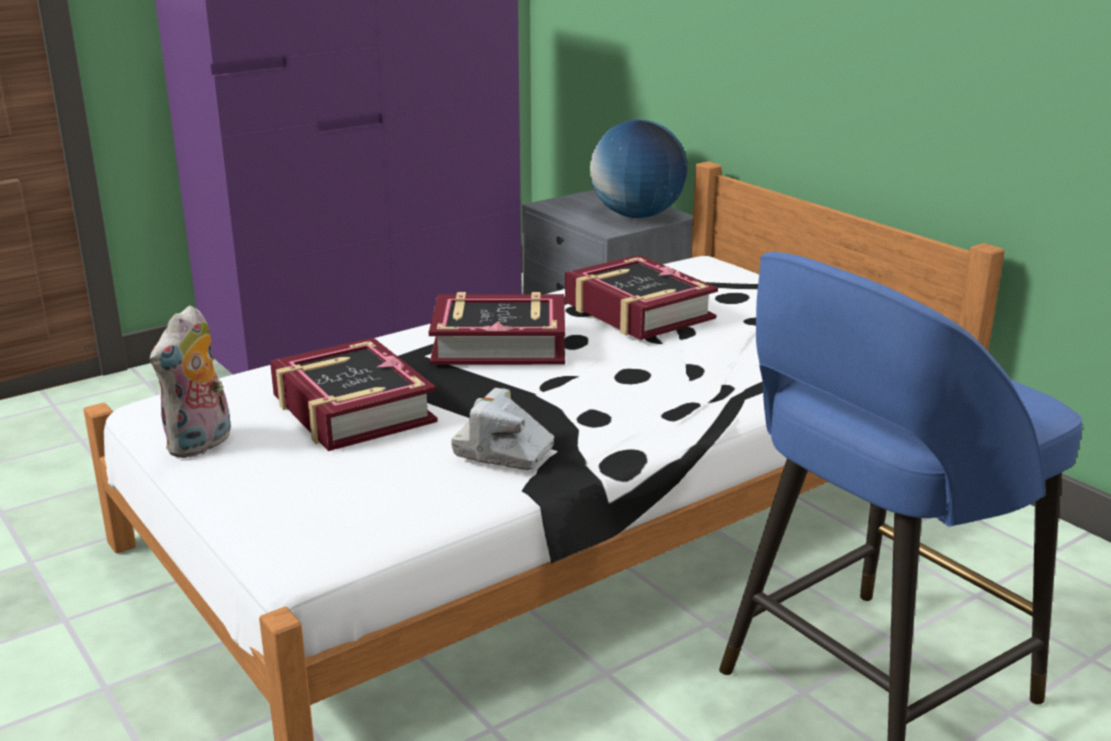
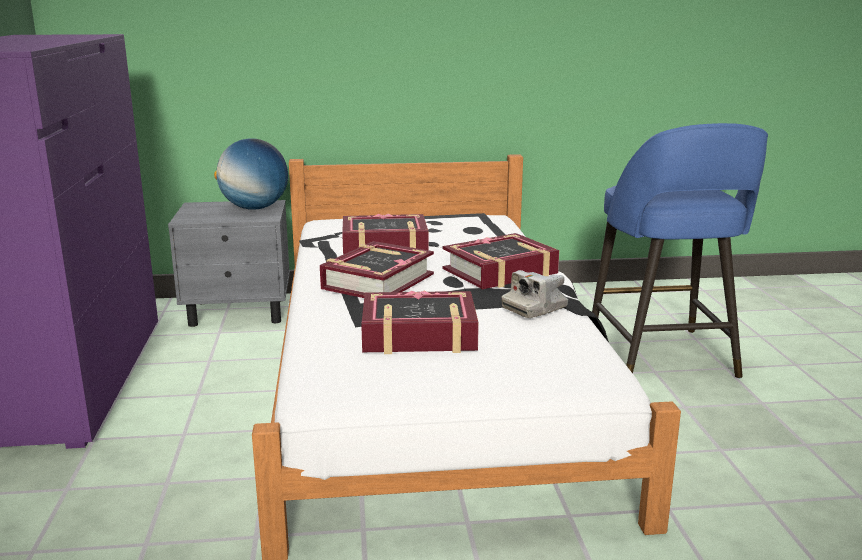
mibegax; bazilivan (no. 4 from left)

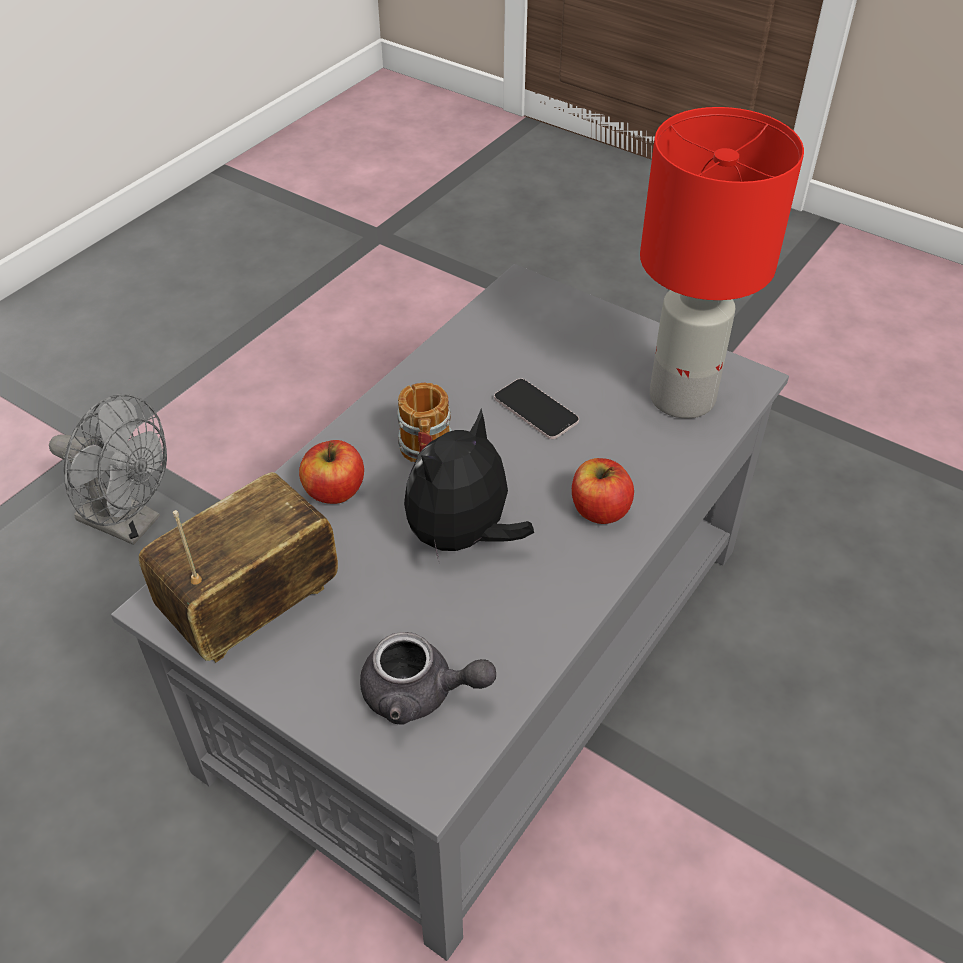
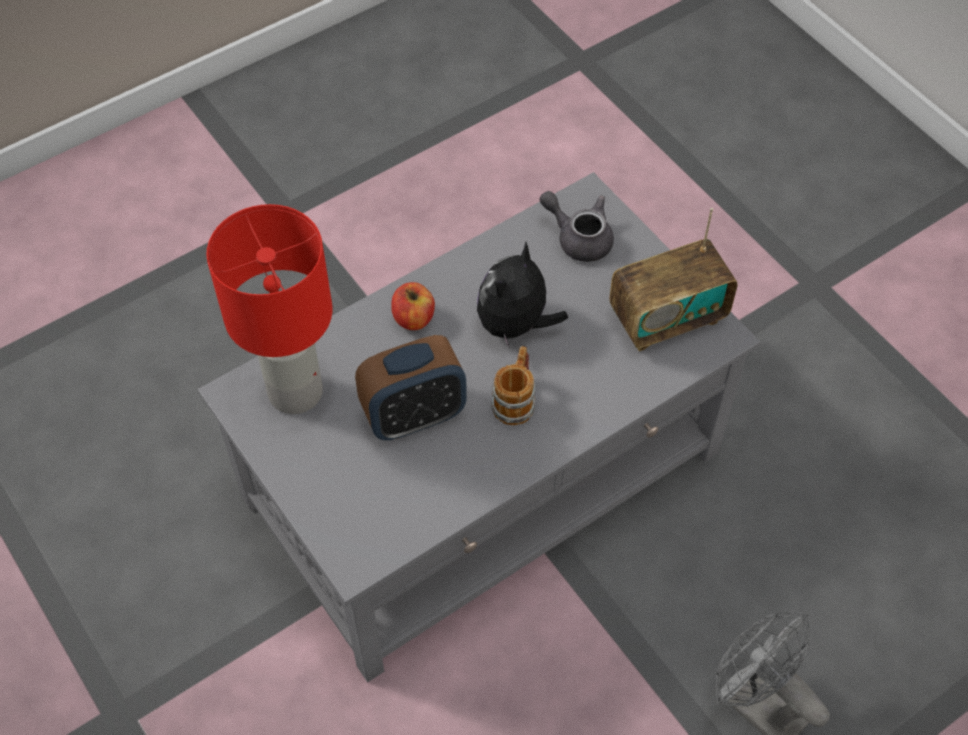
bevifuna (no. 1 from left in the first image); mibegax; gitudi

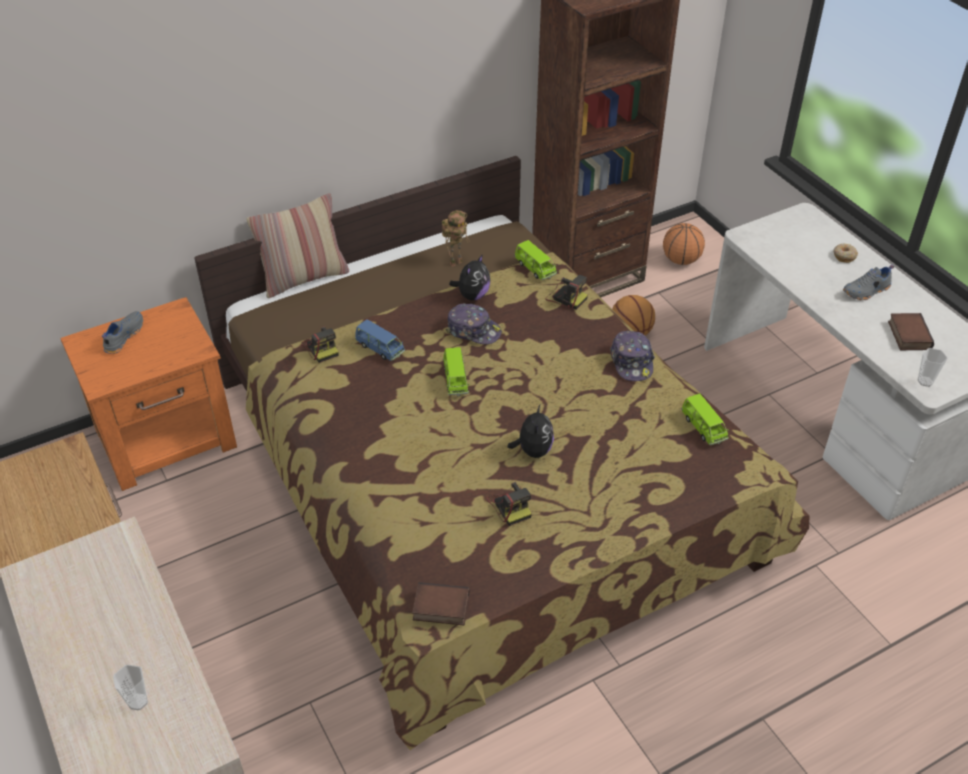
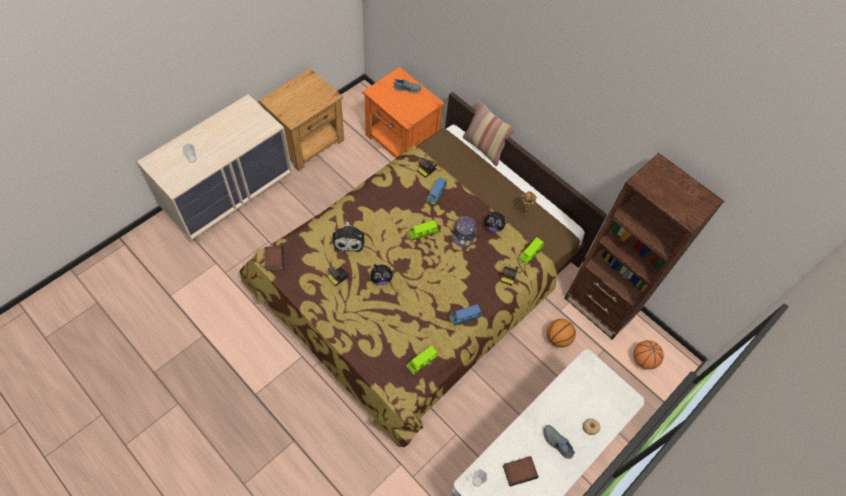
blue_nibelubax (no. 2 from left); mibegax (no. 1 from left)

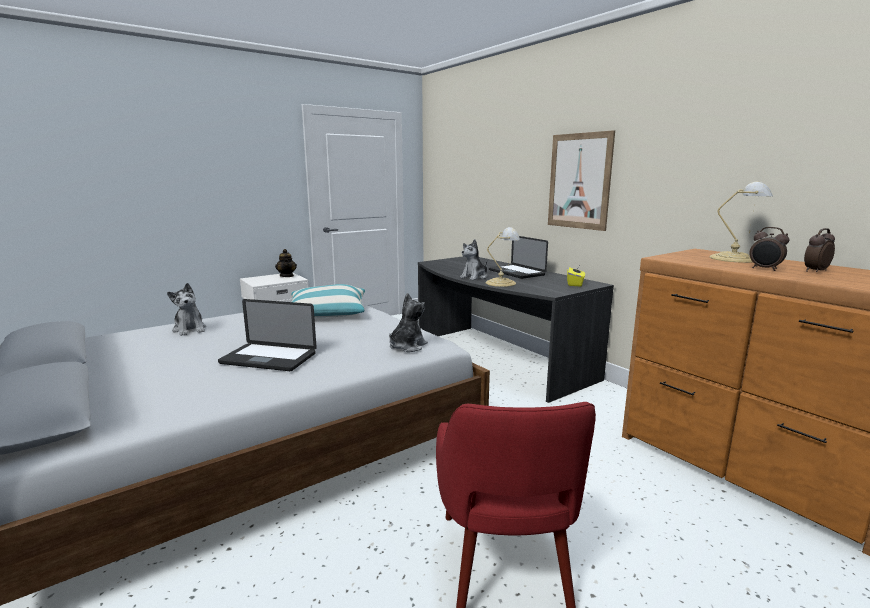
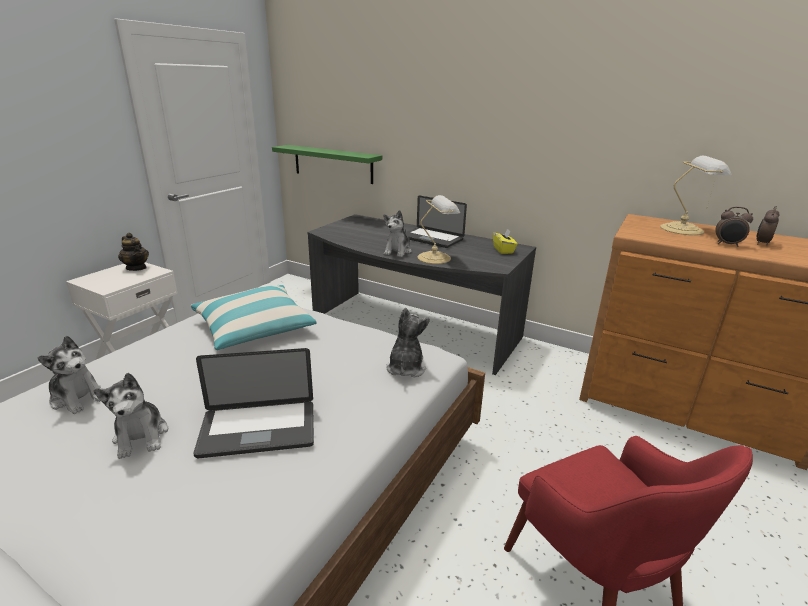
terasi; mibegax (no. 2 from left); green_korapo

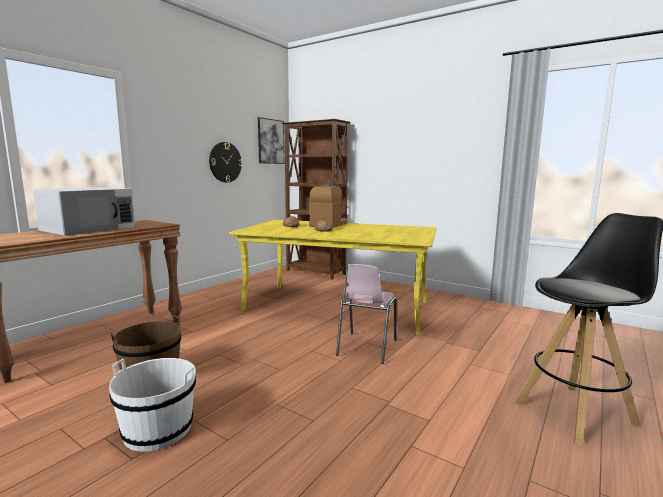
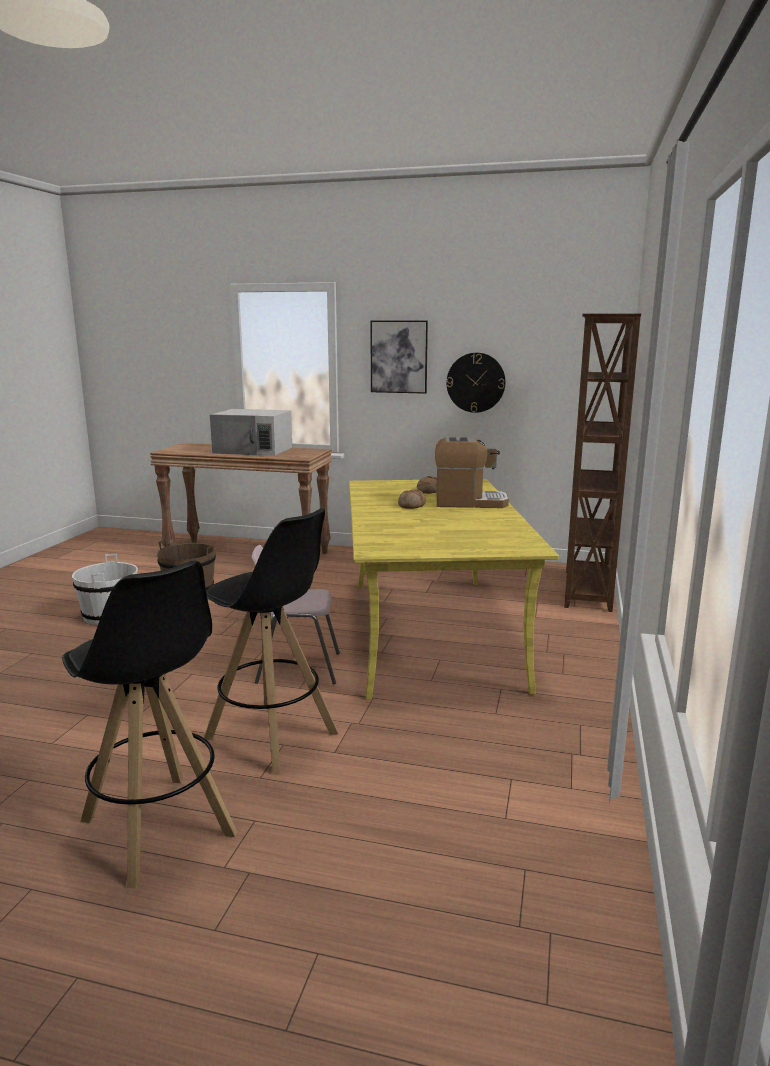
terasi; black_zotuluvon (no. 2 from left)

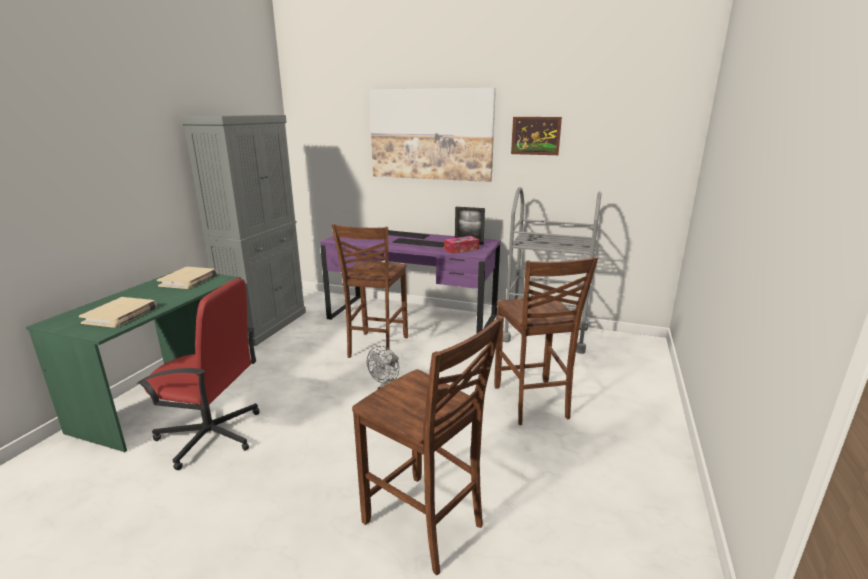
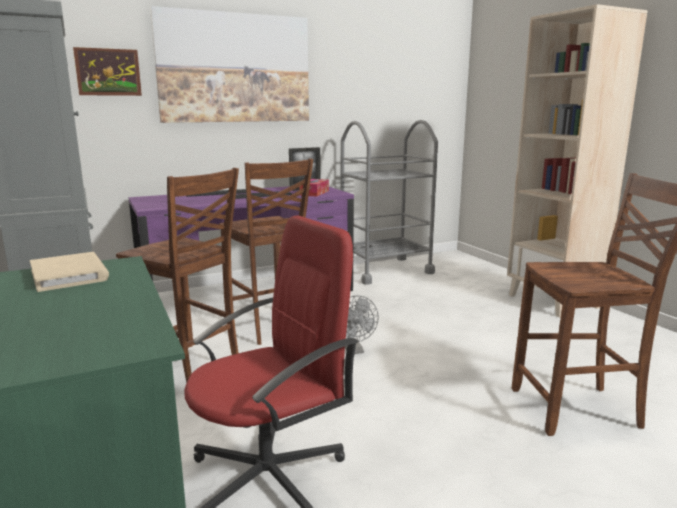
beige_bazilivan (no. 1 from left in the first image); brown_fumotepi (no. 1 from left); terasi (no. 1 from left); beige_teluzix

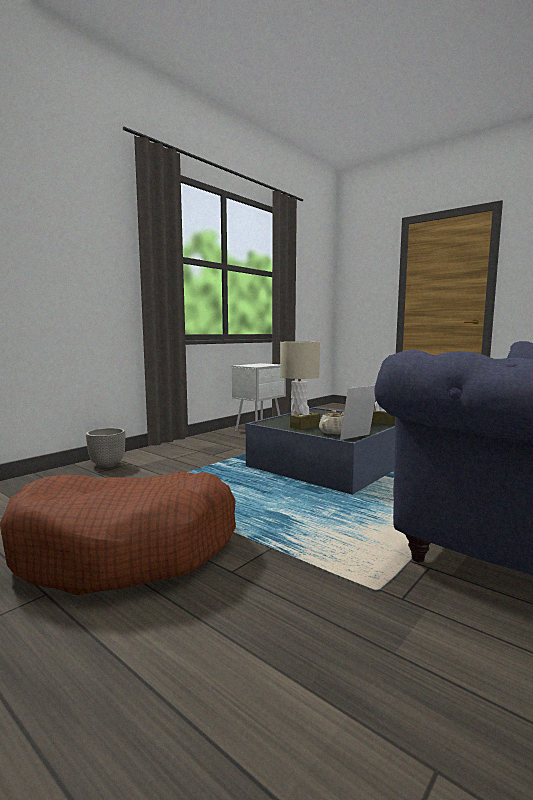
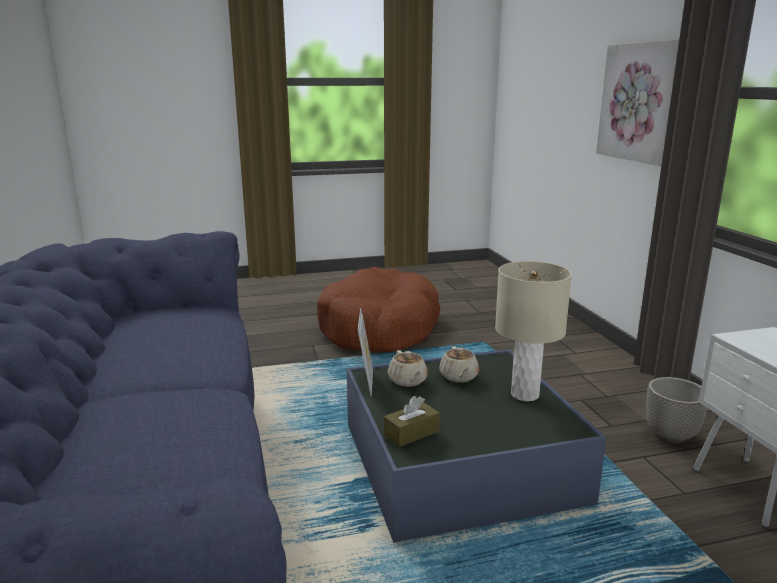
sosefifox; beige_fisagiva (no. 2 from left); terasi

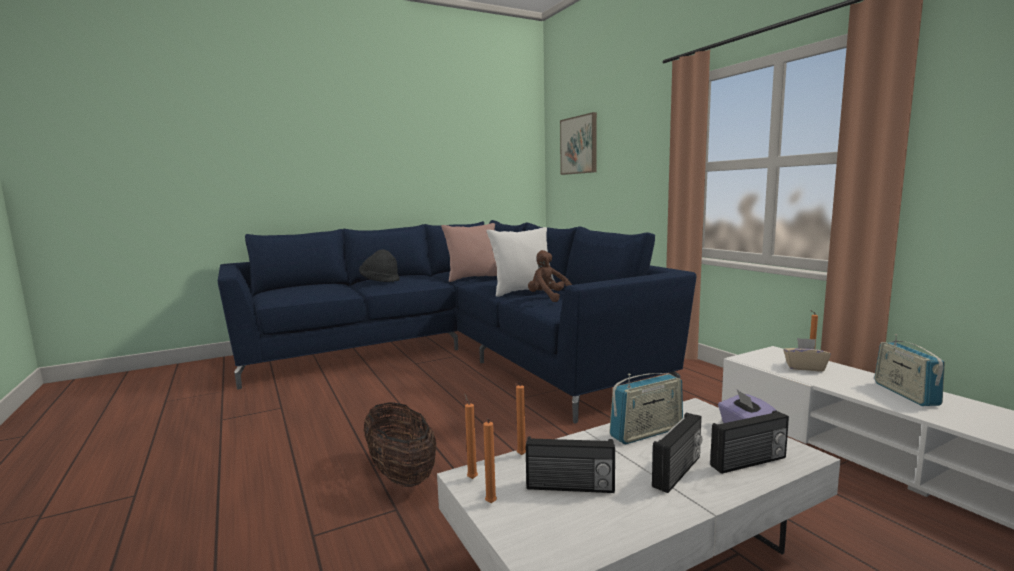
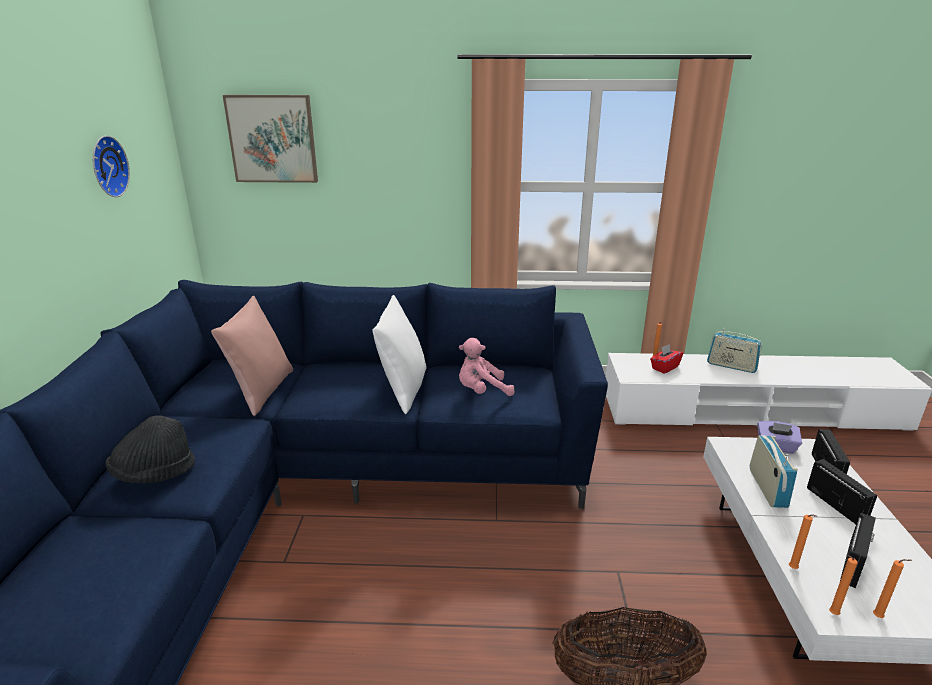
pink_mibegax; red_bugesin; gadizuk

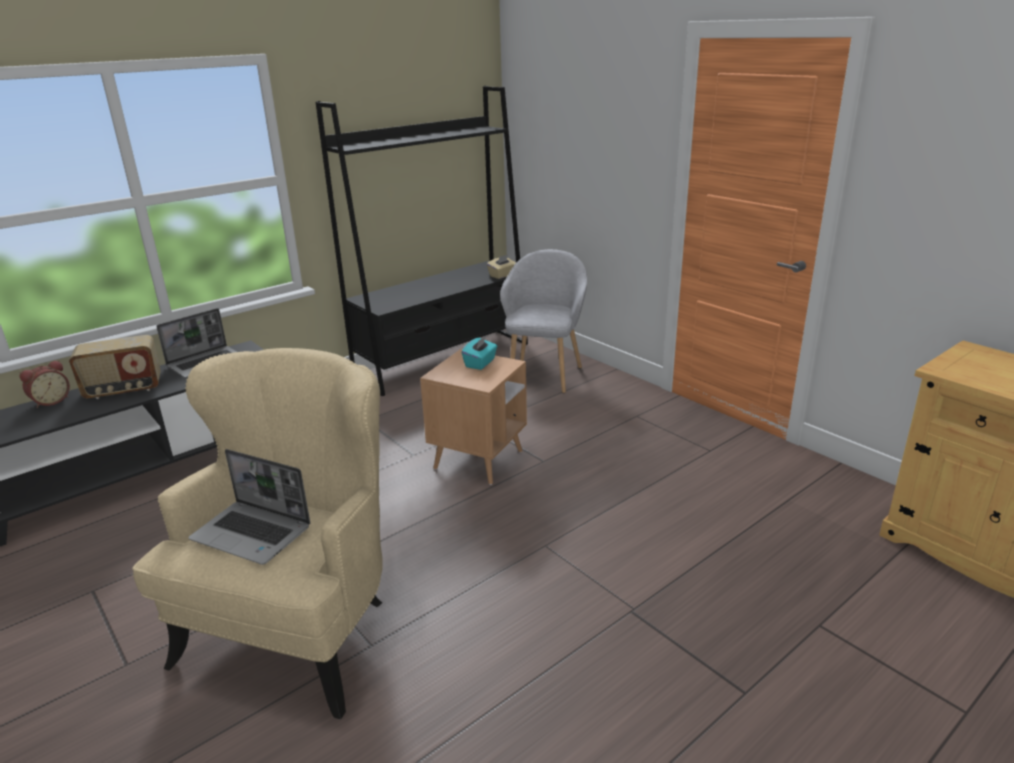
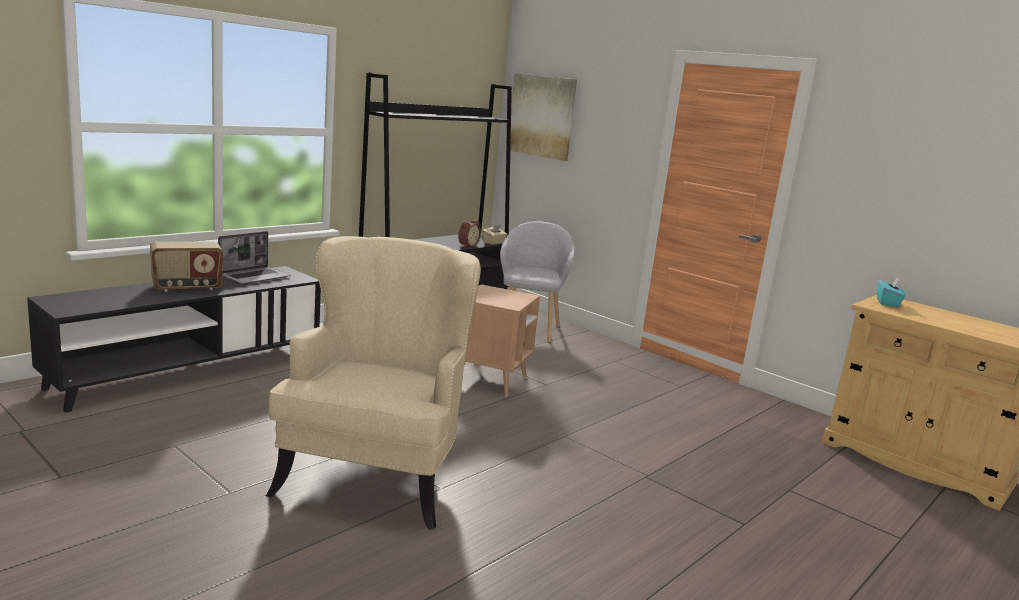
gitudi; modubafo (no. 2 from left in the first image); turquoise_bugesin; terasi

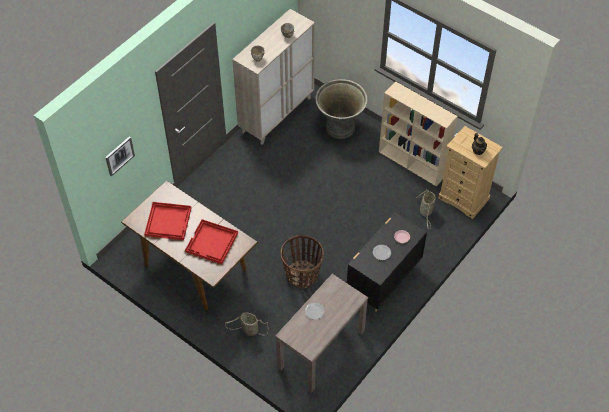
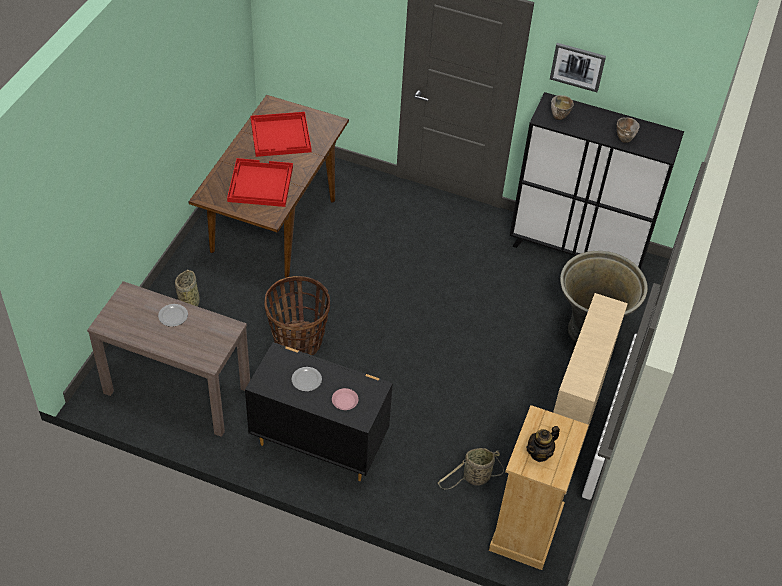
terasi; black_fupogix

